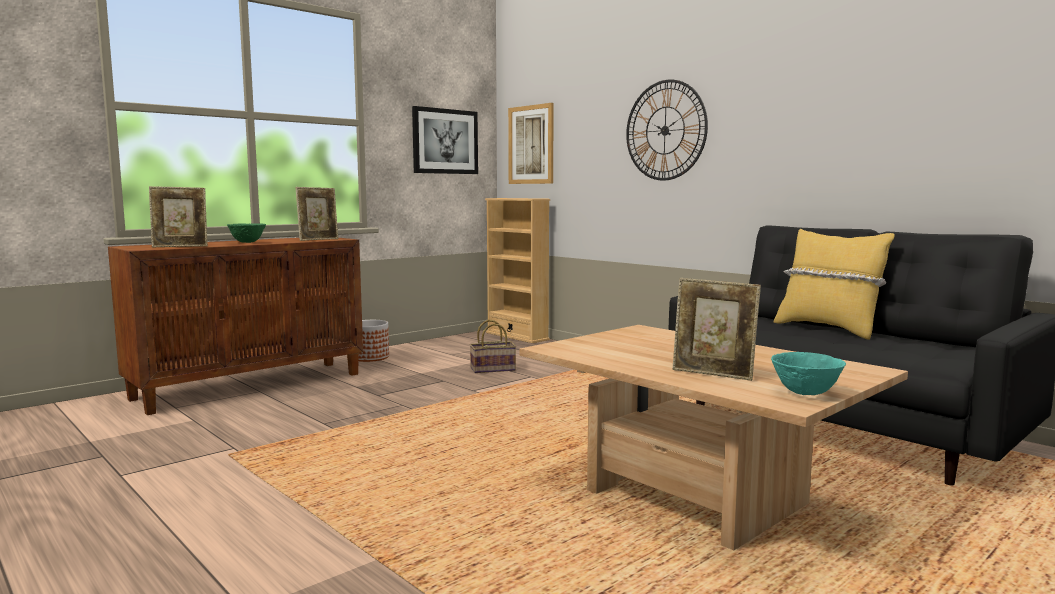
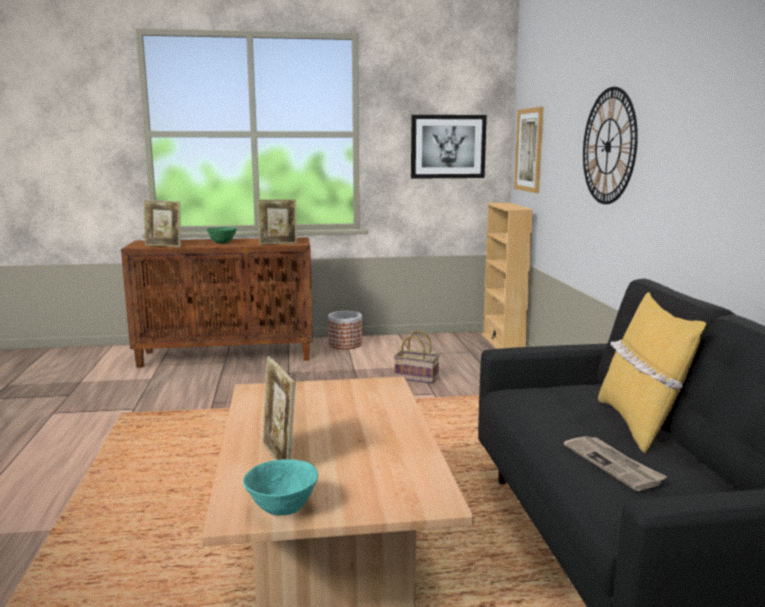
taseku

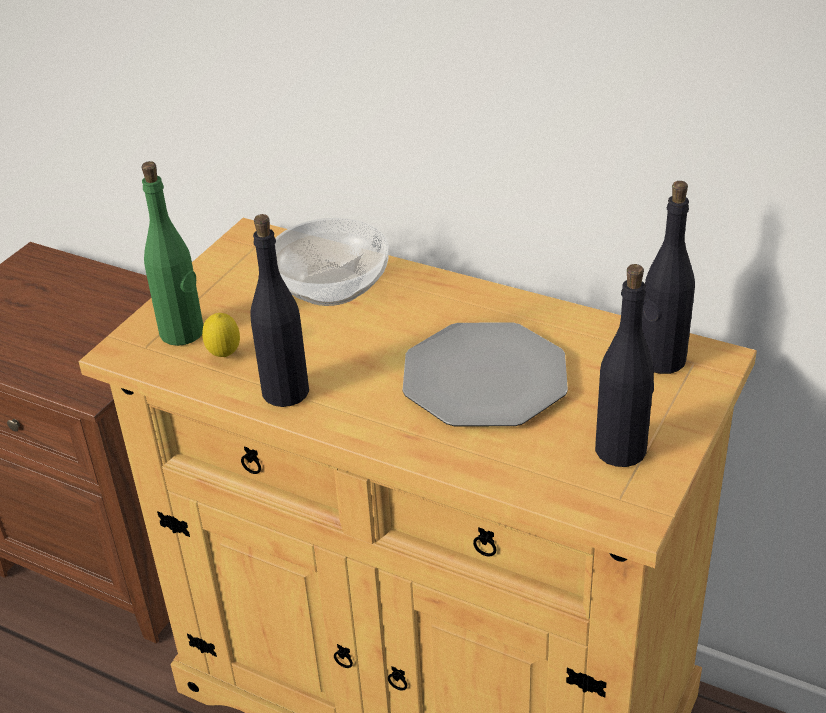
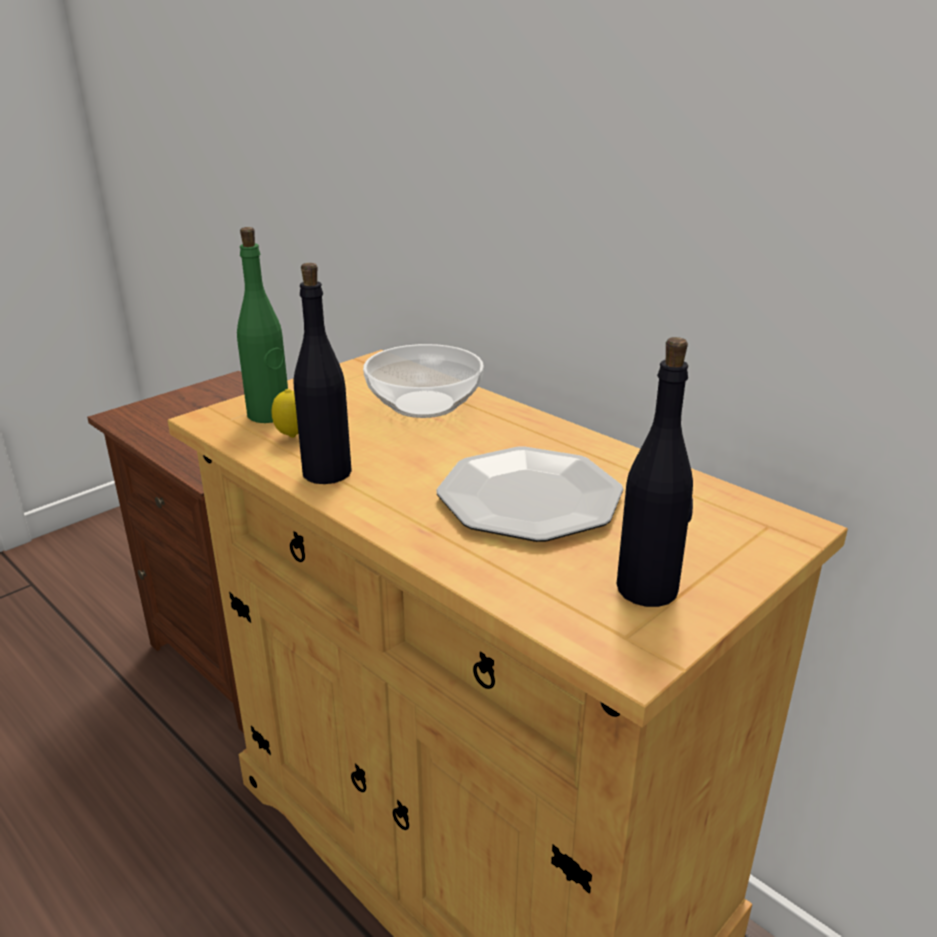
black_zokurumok (no. 3 from left in the first image)

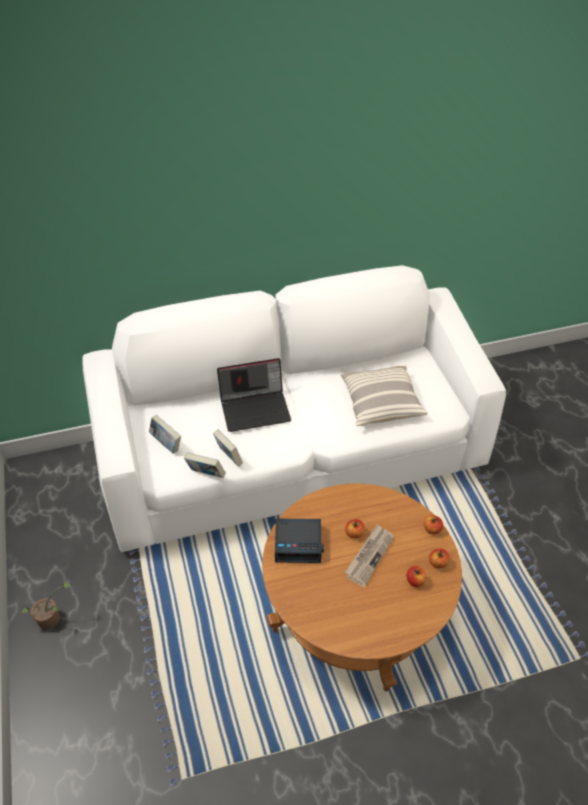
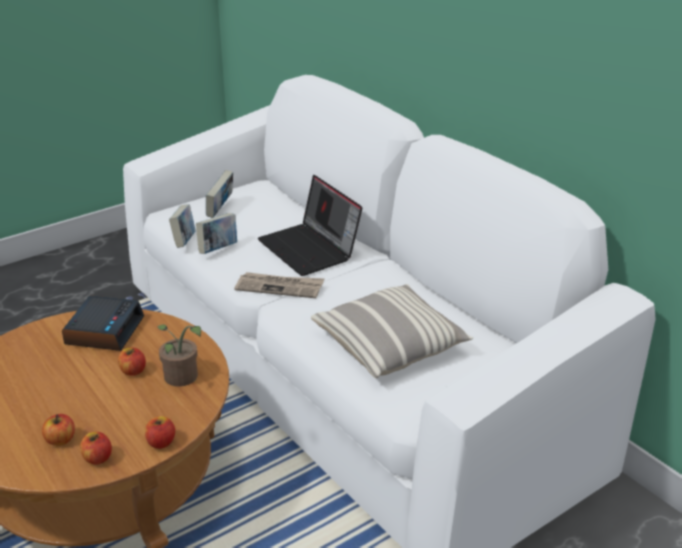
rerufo; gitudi; taseku

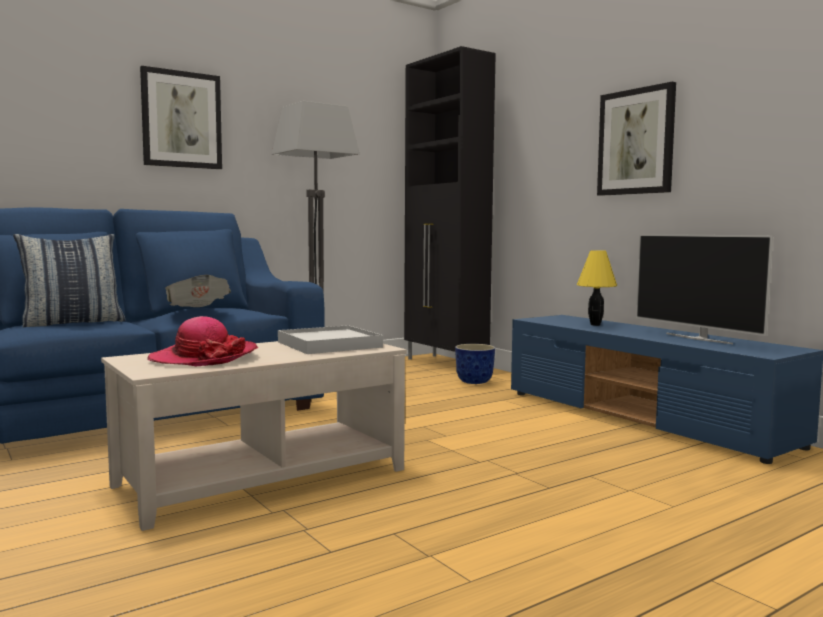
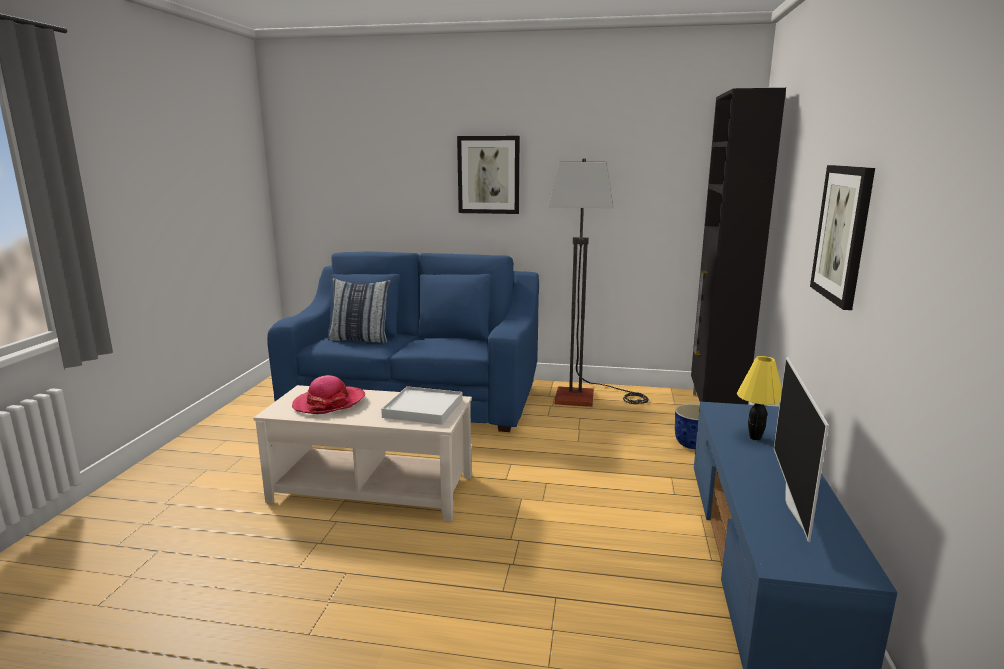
taseku

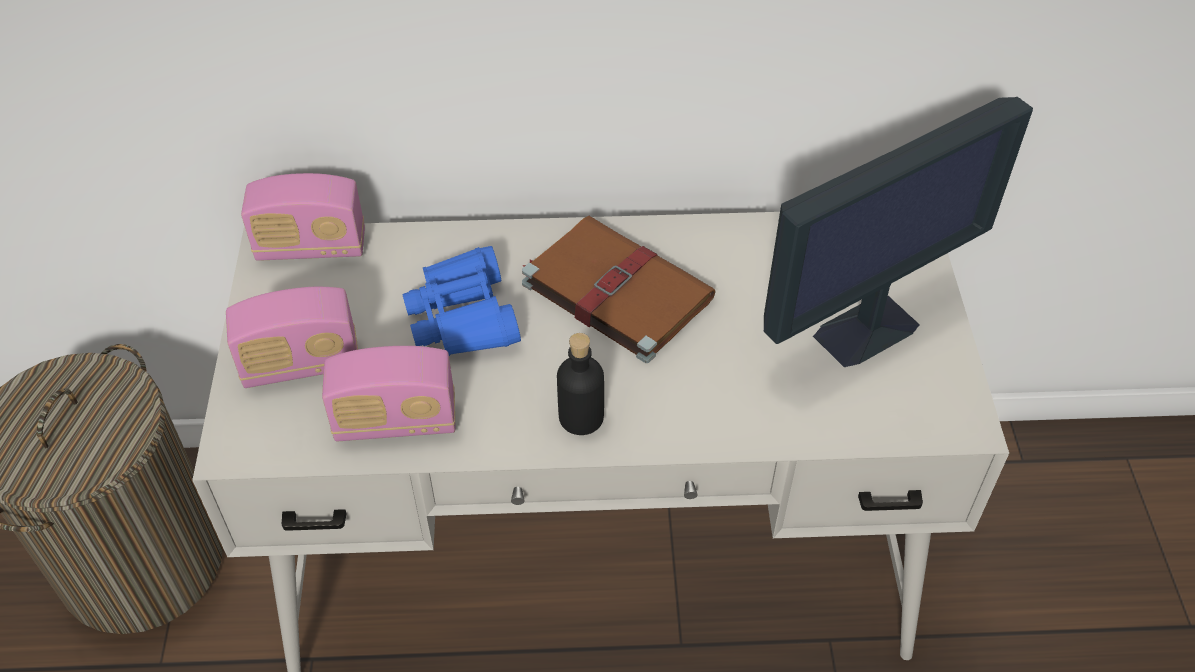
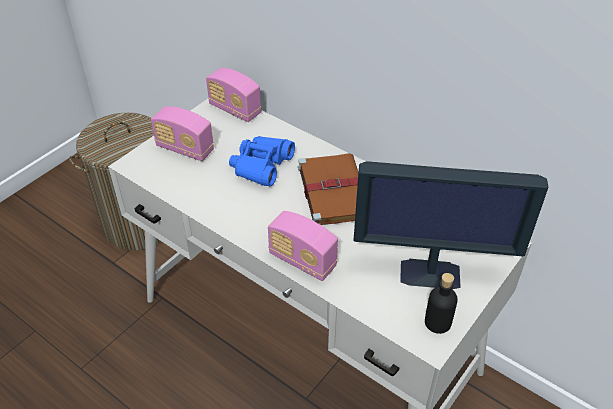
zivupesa (no. 3 from left); black_zokurumok

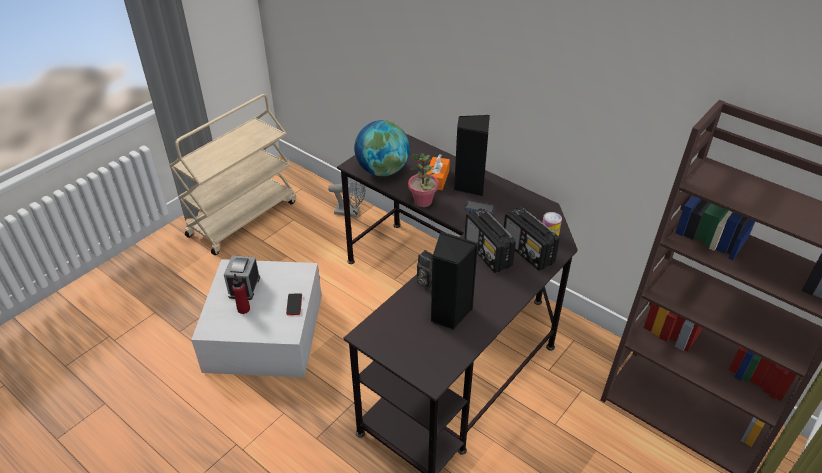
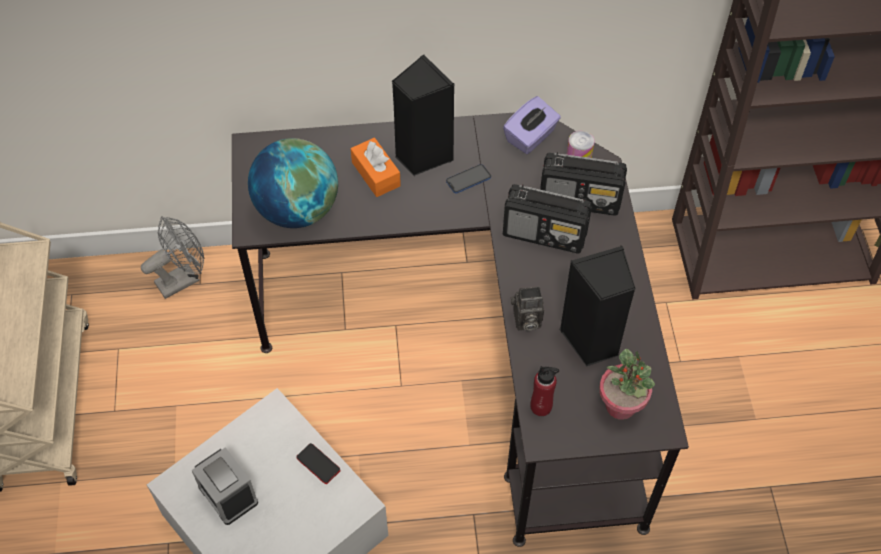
red_zokurumok; rerufo; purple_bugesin

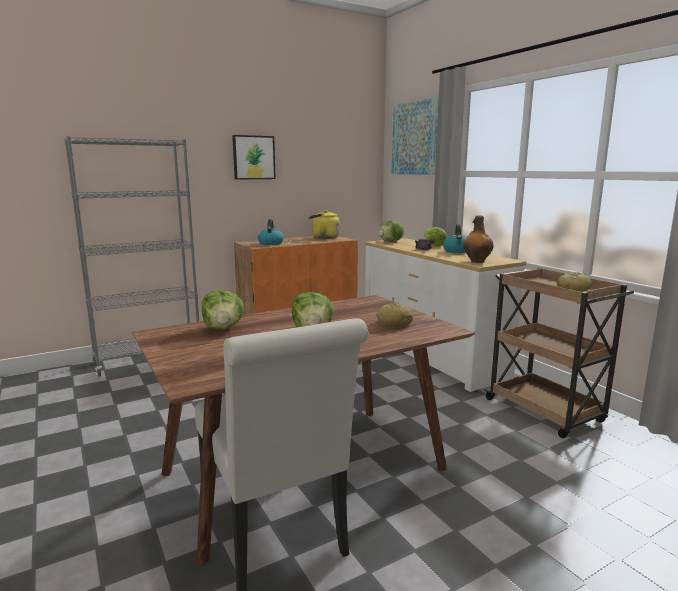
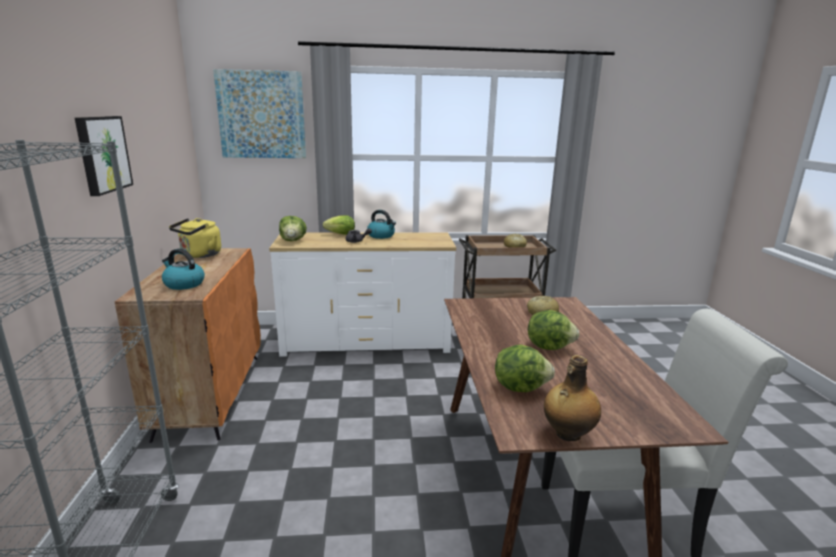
zokurumok

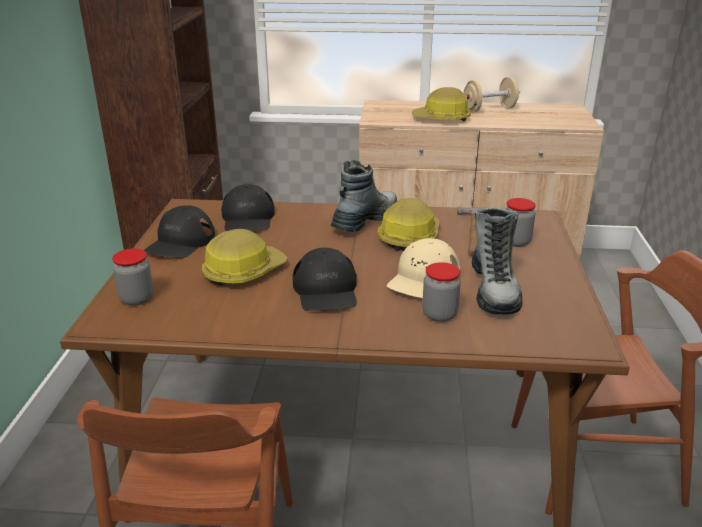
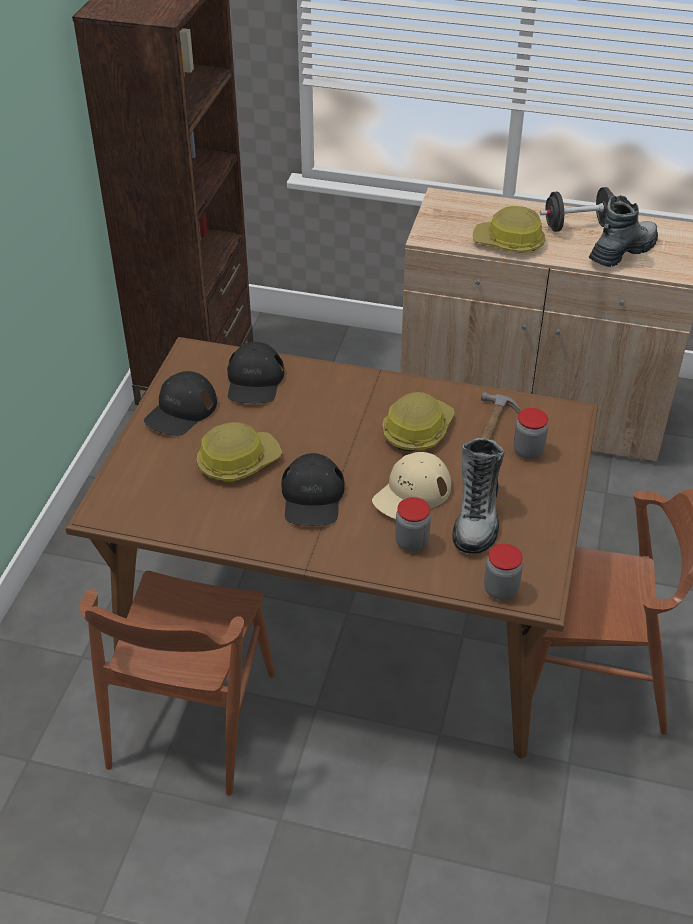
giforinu (no. 2 from left); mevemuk (no. 2 from left); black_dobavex

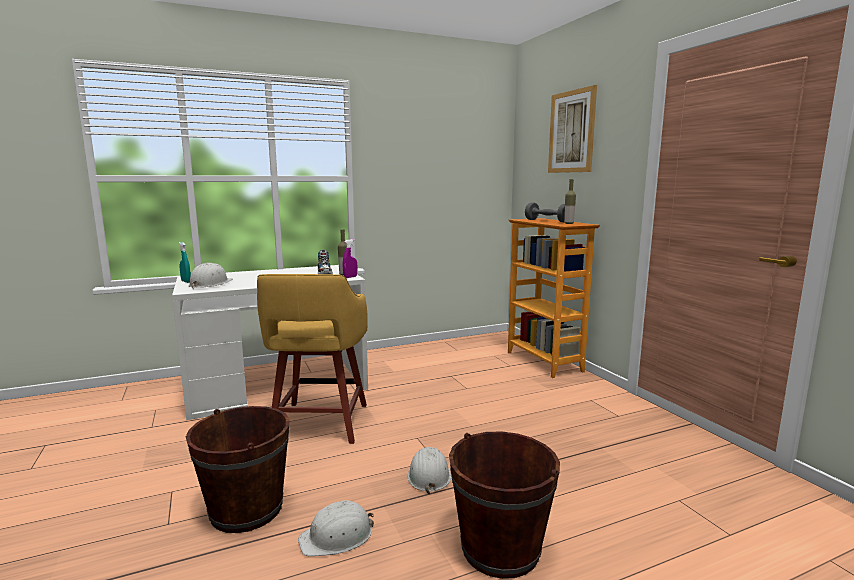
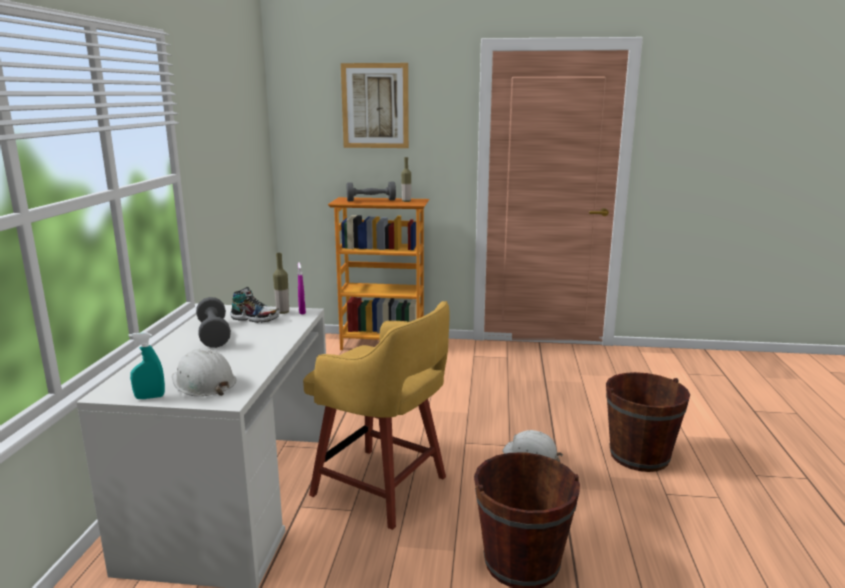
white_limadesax (no. 2 from left in the first image); grey_dobavex (no. 1 from left)

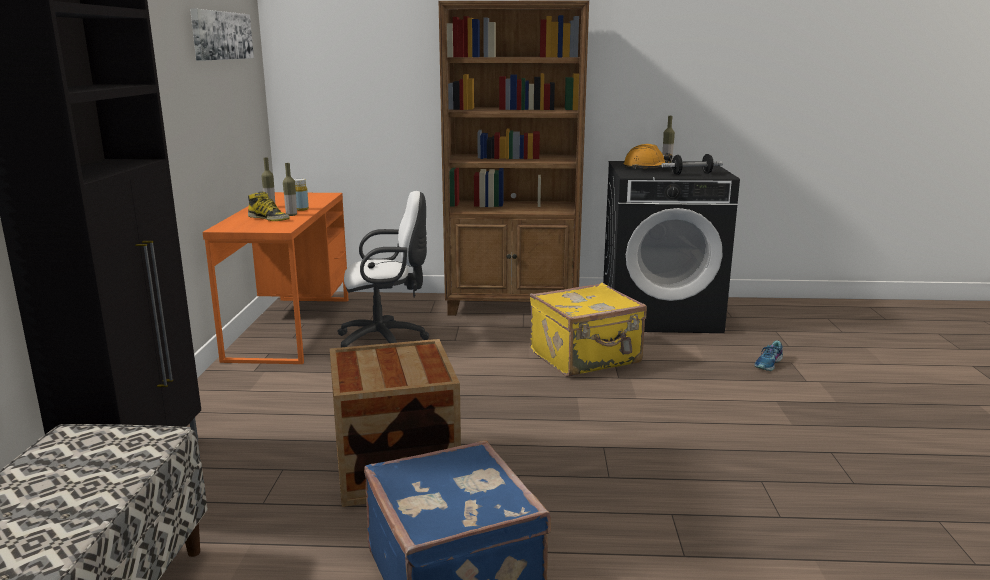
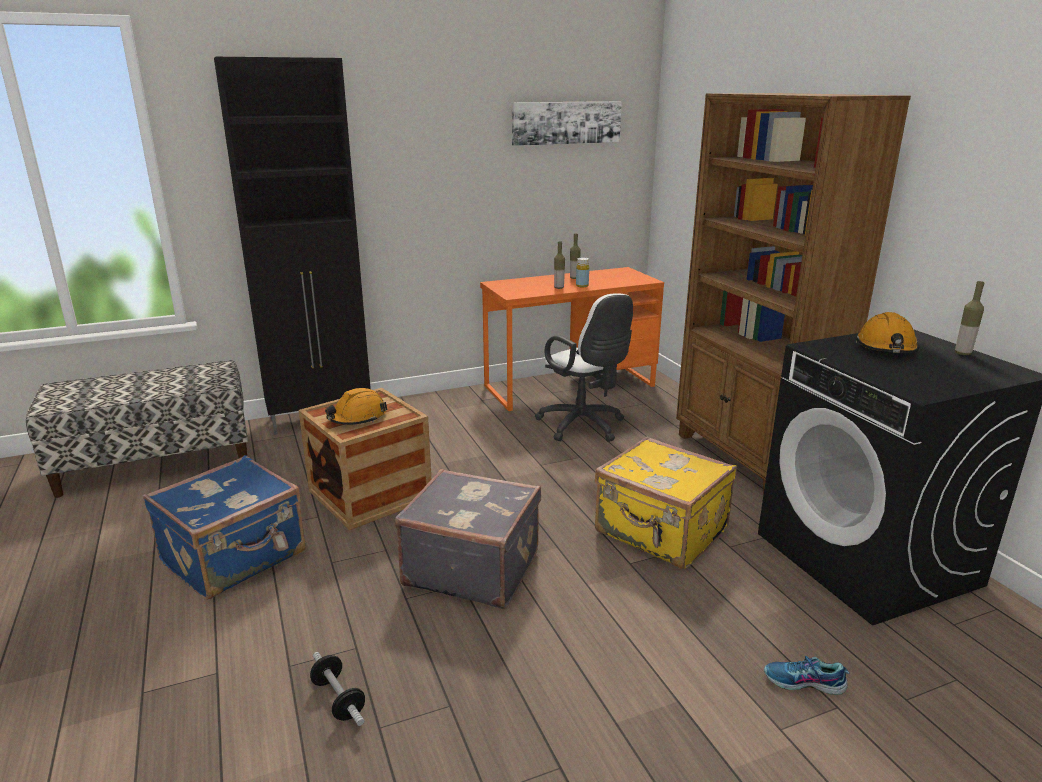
mevemuk; dobavex; orange_limadesax (no. 1 from left); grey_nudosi

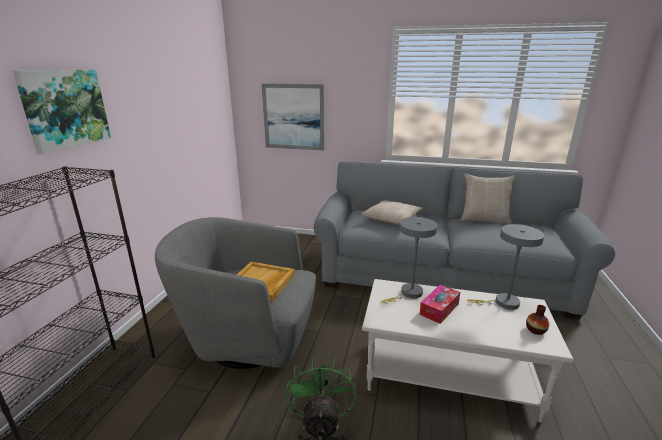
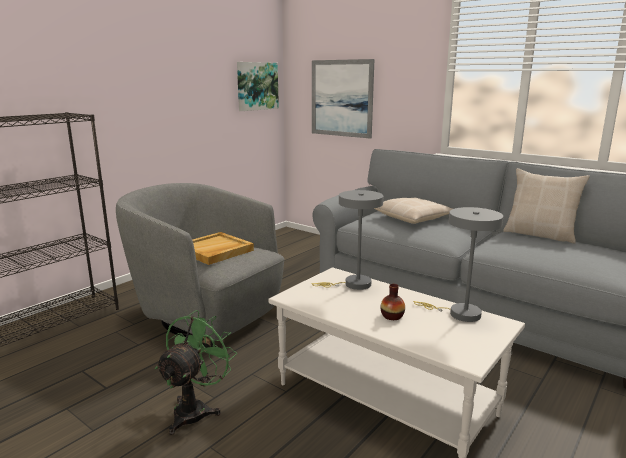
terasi (no. 1 from left); bugesin; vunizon

